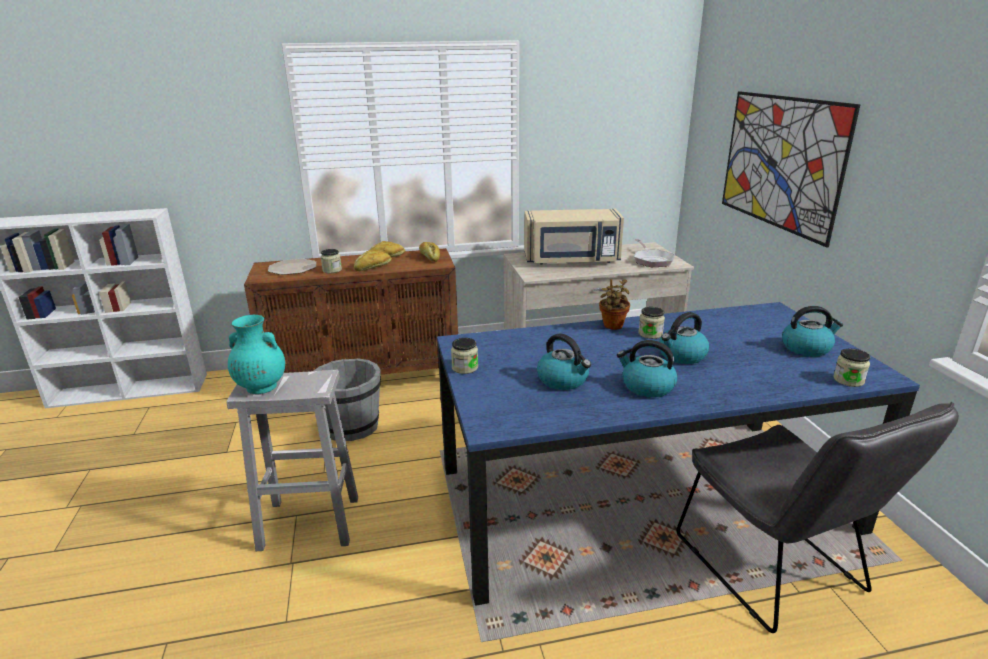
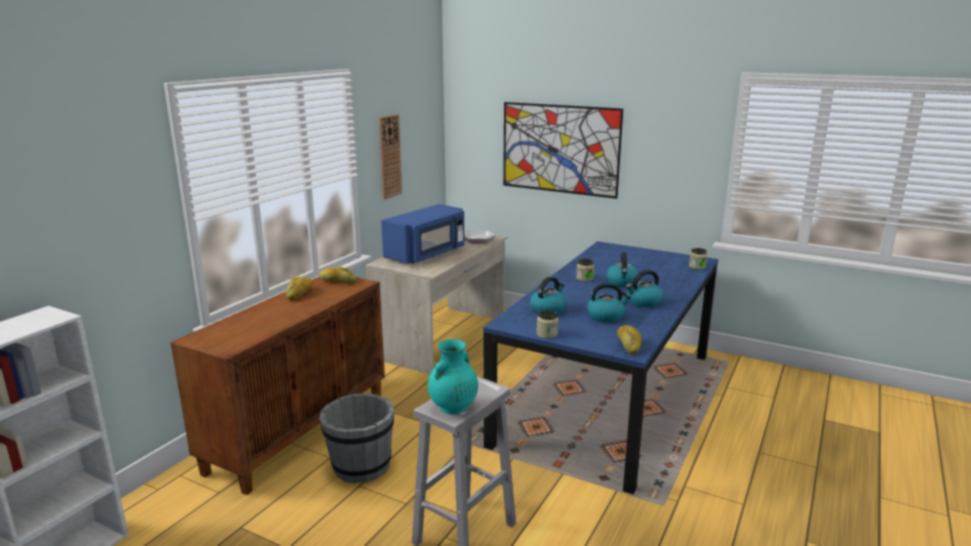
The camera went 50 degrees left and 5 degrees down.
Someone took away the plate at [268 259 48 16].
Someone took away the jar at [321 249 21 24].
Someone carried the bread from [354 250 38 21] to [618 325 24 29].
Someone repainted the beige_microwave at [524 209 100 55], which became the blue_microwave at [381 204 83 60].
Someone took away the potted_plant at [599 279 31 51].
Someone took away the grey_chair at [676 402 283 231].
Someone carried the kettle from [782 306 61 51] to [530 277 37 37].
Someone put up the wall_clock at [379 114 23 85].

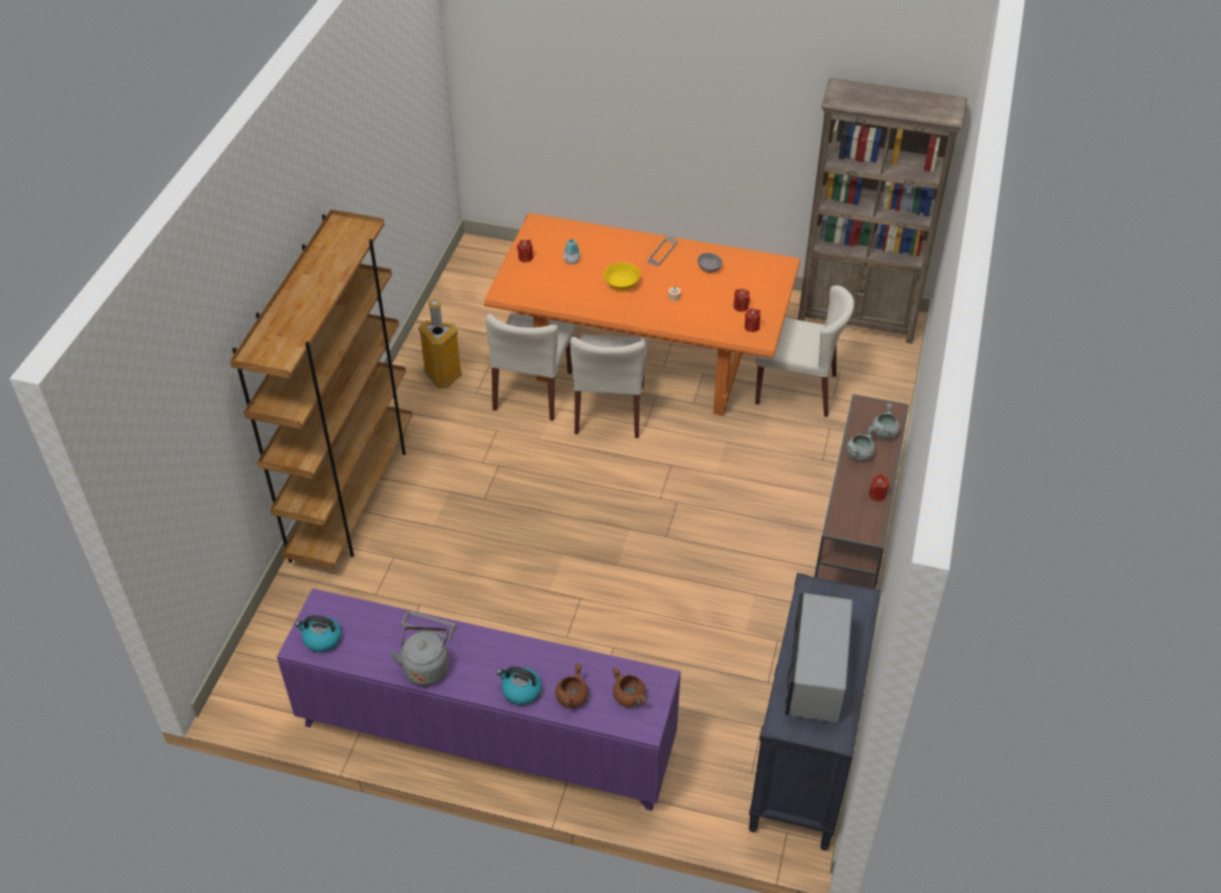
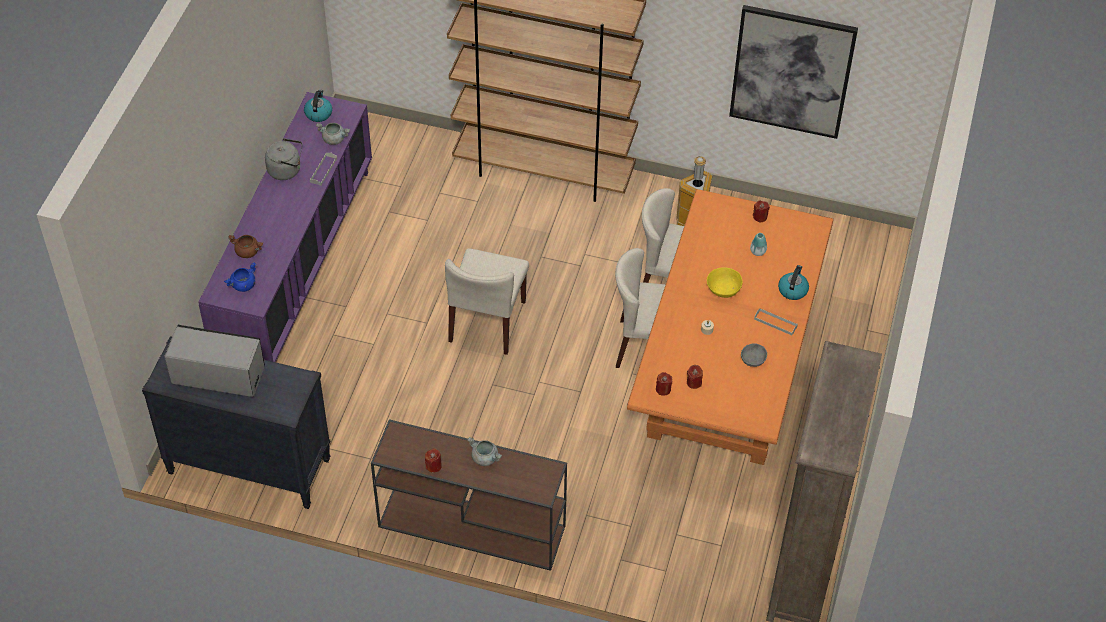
The camera went 90 degrees right and 5 degrees up.
Someone carried the kettle from [496 666 46 39] to [778 265 31 35].
Someone repainted the brown_cooking_pot at [612 667 35 40], which became the blue_cooking_pot at [224 262 32 30].
Someone carried the beige_chair from [755 285 99 132] to [445 248 84 107].
Someone carried the grey_cooking_pot from [871 403 29 36] to [316 123 34 22].
Someone put up the picture at [729 5 129 134].

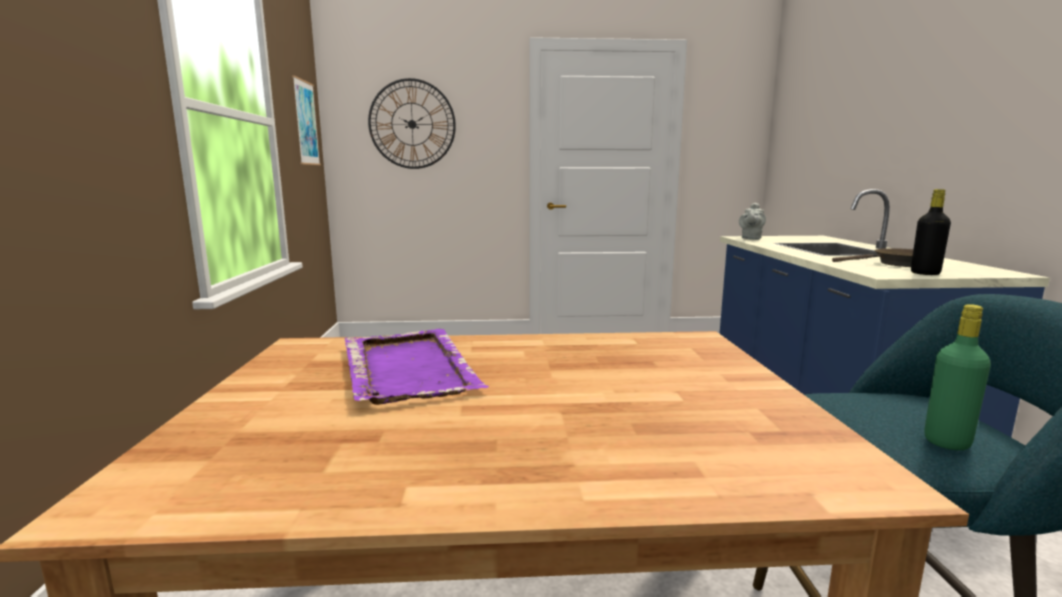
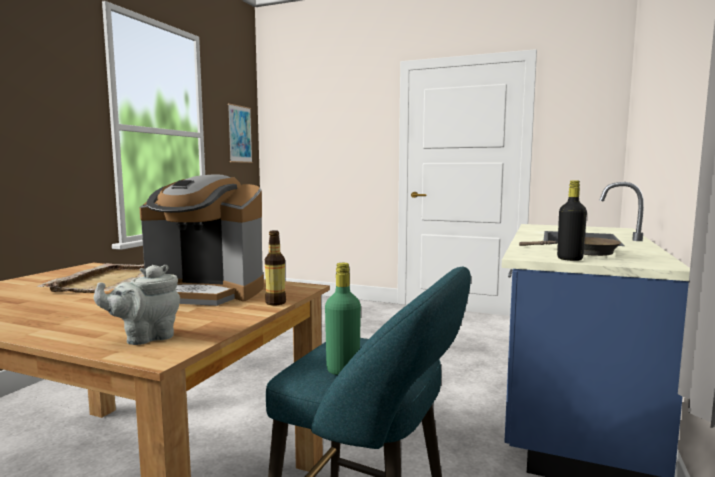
The camera went 25 degrees right and 5 degrees down.
Someone repainted the purple_tray at [345 329 144 76], which became the beige_tray at [36 263 108 30].
Someone took away the wall_clock at [368 78 88 91].
Someone carried the grey_teapot from [739 203 27 37] to [94 265 86 80].
Someone put down the coffee_machine at [140 175 124 131].
Someone put down the bottle at [265 230 21 76].

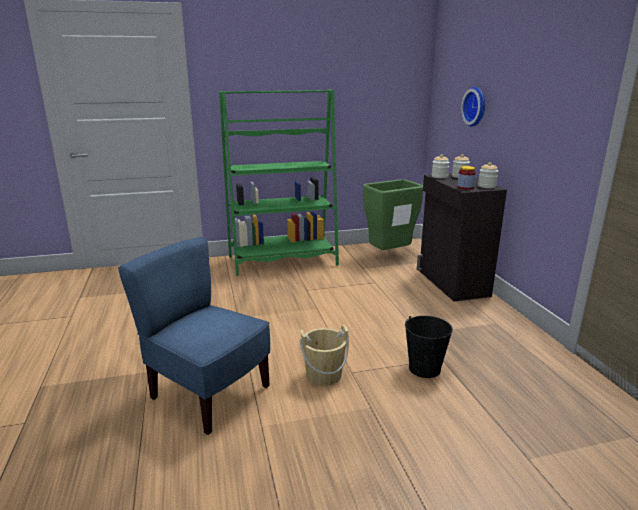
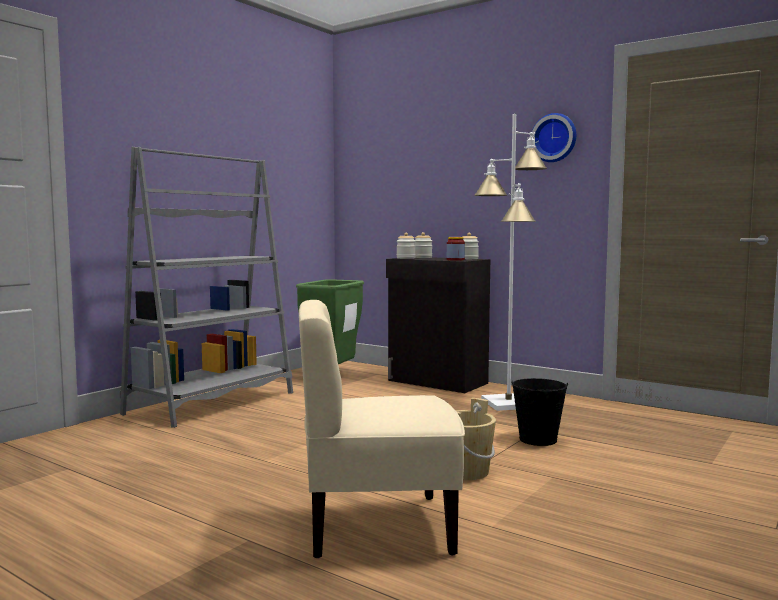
The camera went 40 degrees left and 15 degrees down.
Someone repainted the blue_chair at [118 237 152 198], which became the beige_chair at [299 300 166 258].
Someone repainted the green_bookcase at [219 90 120 185], which became the grey_bookcase at [120 147 173 281].
Someone carried the wall_clock from [461 87 24 40] to [532 113 44 49].
Someone put down the white_floor_lamp at [474 114 73 297].

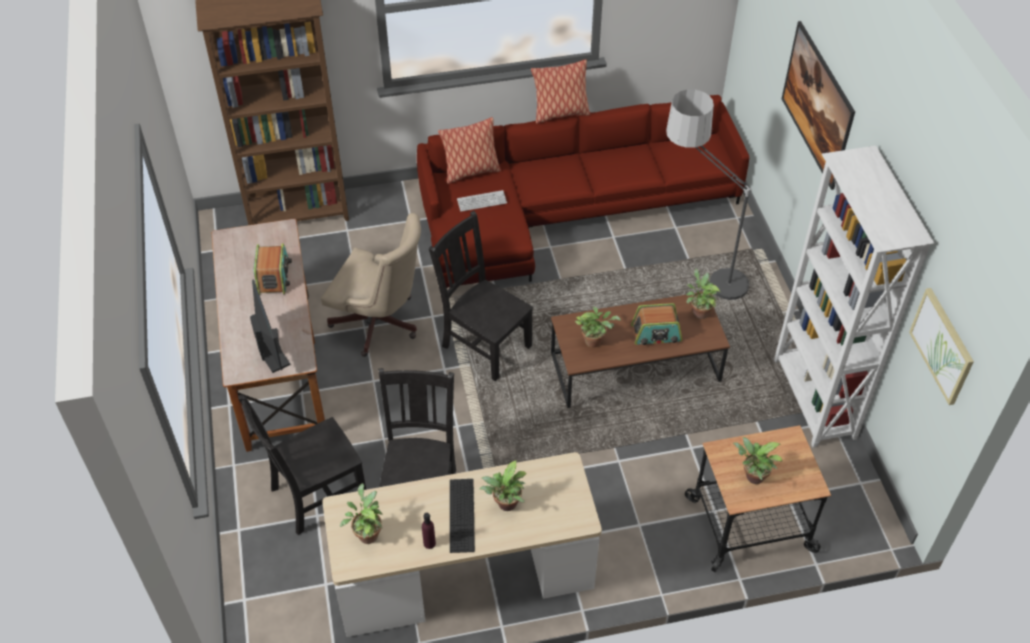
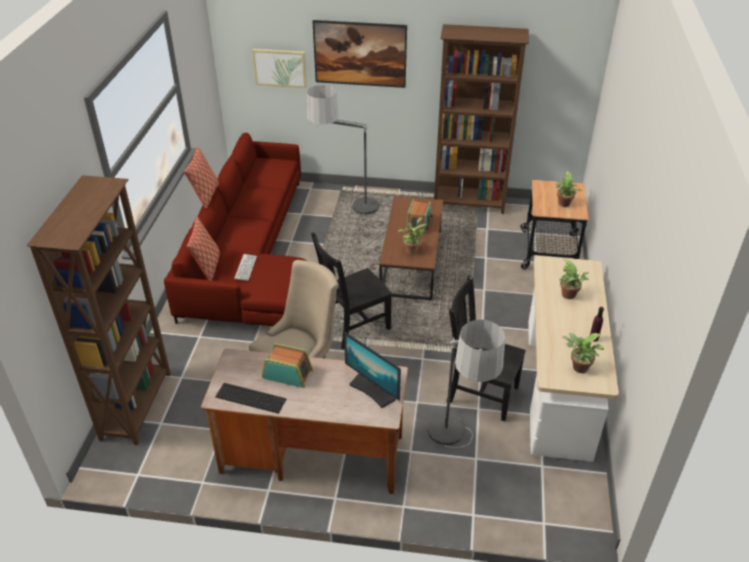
The camera went 70 degrees left and 10 degrees down.
Someone swapped the black_chair at [238 395 128 140] for the floor_lamp at [427 320 78 128].
Someone rotated the monitor at [250 279 40 94] by 135 degrees counterclockwise.
Someone carried the keyboard from [450 479 25 74] to [215 383 71 31].
Someone took away the potted_plant at [686 269 35 50].
Someone repainted the white_bookcase at [774 146 161 302], which became the brown_bookcase at [434 24 95 190].
Someone carried the picture from [909 288 65 117] to [252 49 55 39].

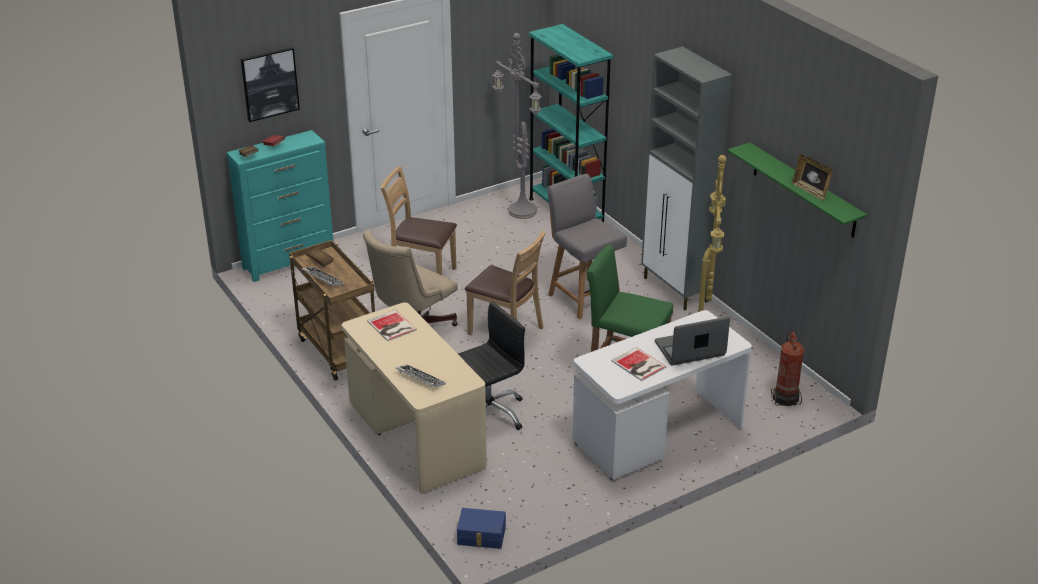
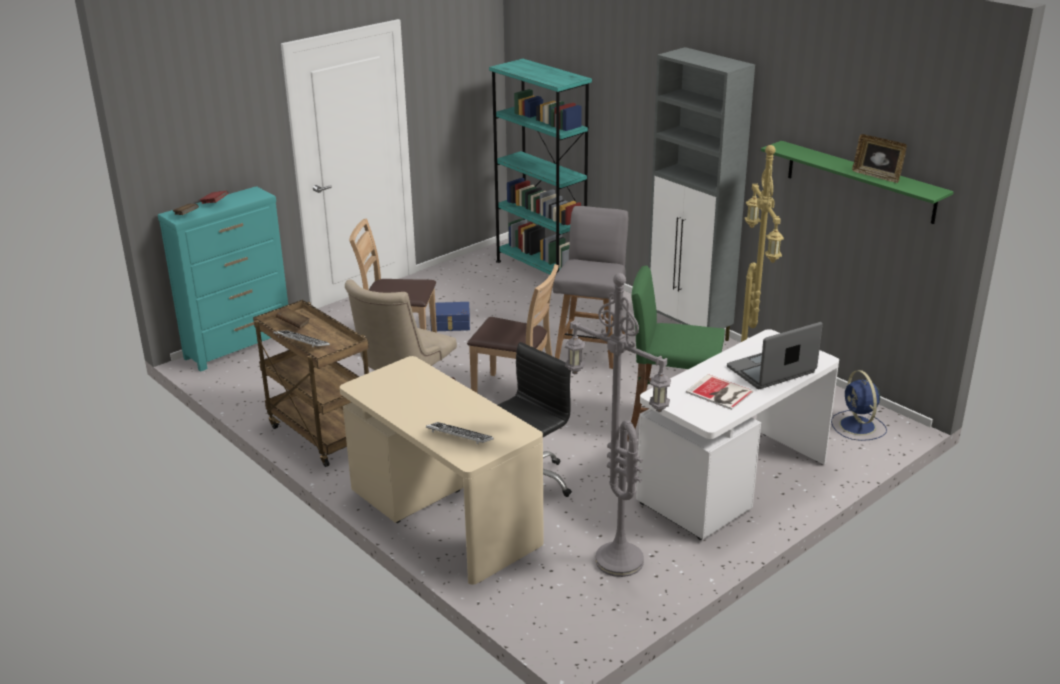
The camera went 10 degrees left and 5 degrees down.
Someone took away the picture at [241 47 59 75].
Someone took away the book at [367 310 50 31].
Someone carried the blue_storage_box from [457 508 49 41] to [430 302 40 29].
Someone carried the grey_floor_lamp from [492 33 50 186] to [565 273 106 304].
Someone rotated the grey_chair at [547 174 80 146] by 60 degrees clockwise.
Someone swapped the fire_extinguisher at [771 332 33 74] for the blue_fan at [831 370 56 71].

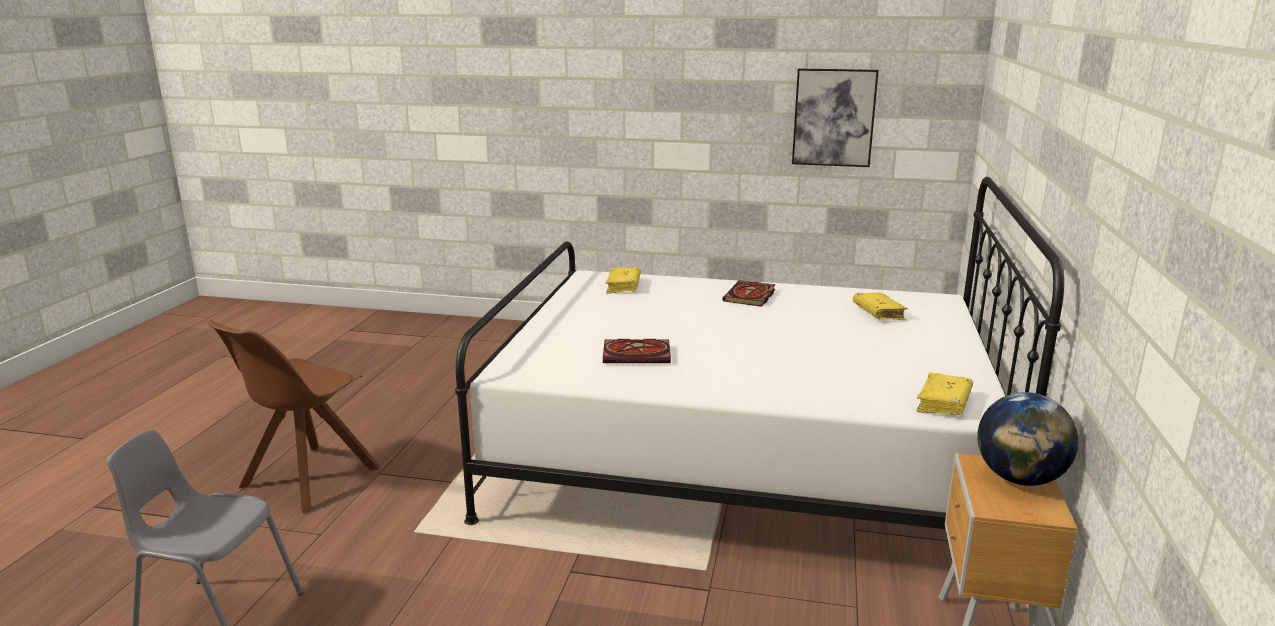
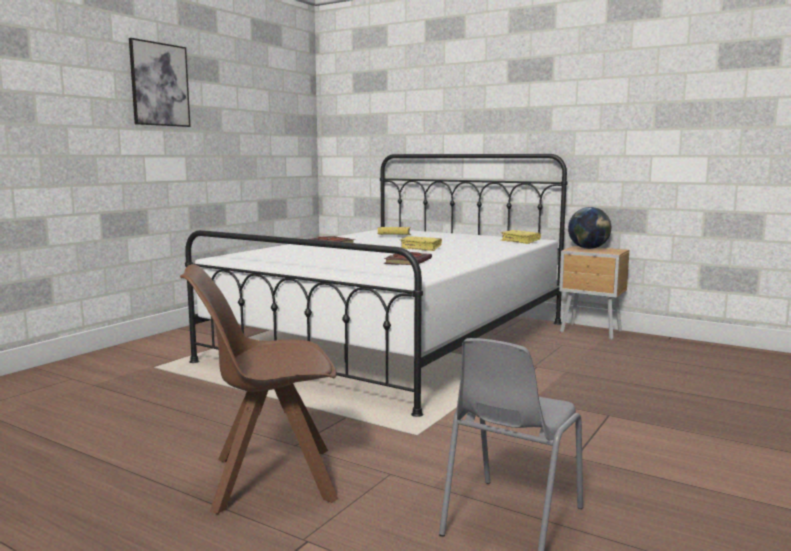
The camera went 70 degrees left and 10 degrees down.
Someone rotated the brown_chair at [208 320 172 193] by 120 degrees clockwise.
Someone carried the yellow_book from [605 268 36 26] to [400 236 42 15].
Someone carried the picture from [792 69 87 98] to [129 38 62 89].

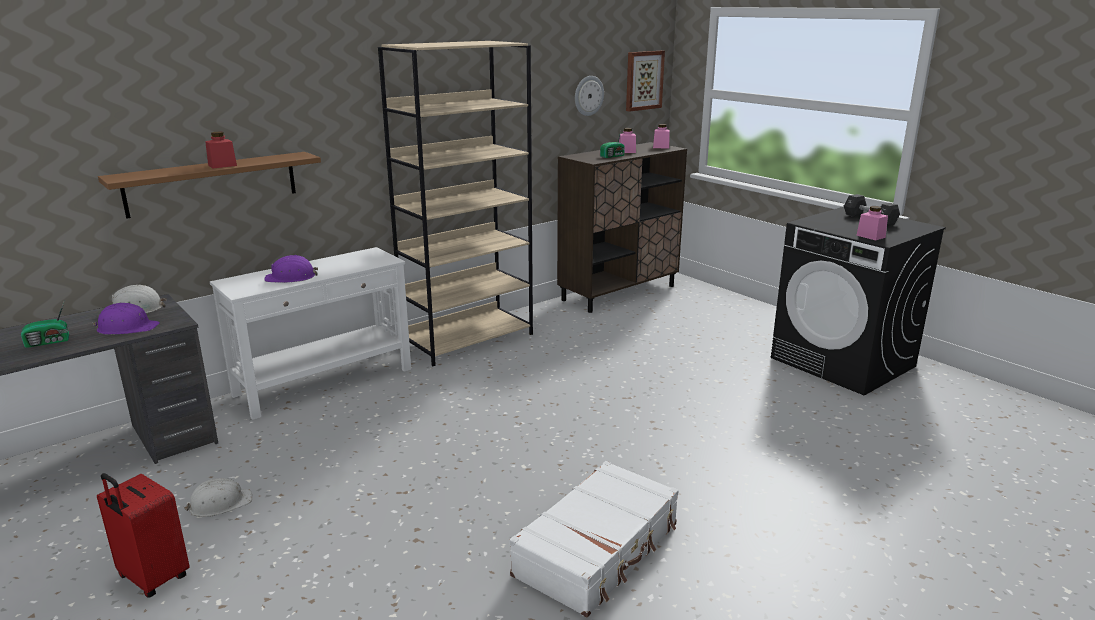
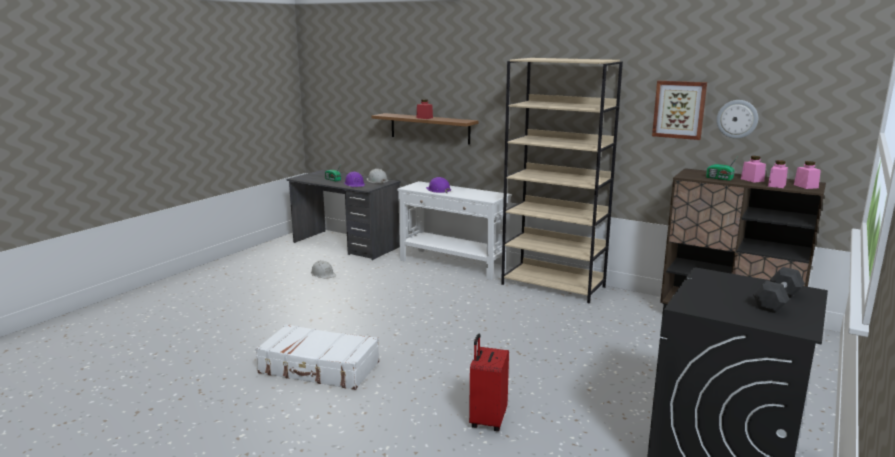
The camera went 70 degrees right and 5 degrees down.
Someone carried the red_suitcase from [97 473 93 125] to [469 334 40 97].
Someone carried the picture from [626 51 39 61] to [652 81 55 59].
Someone carried the pink_jar from [856 206 32 34] to [768 160 20 28].

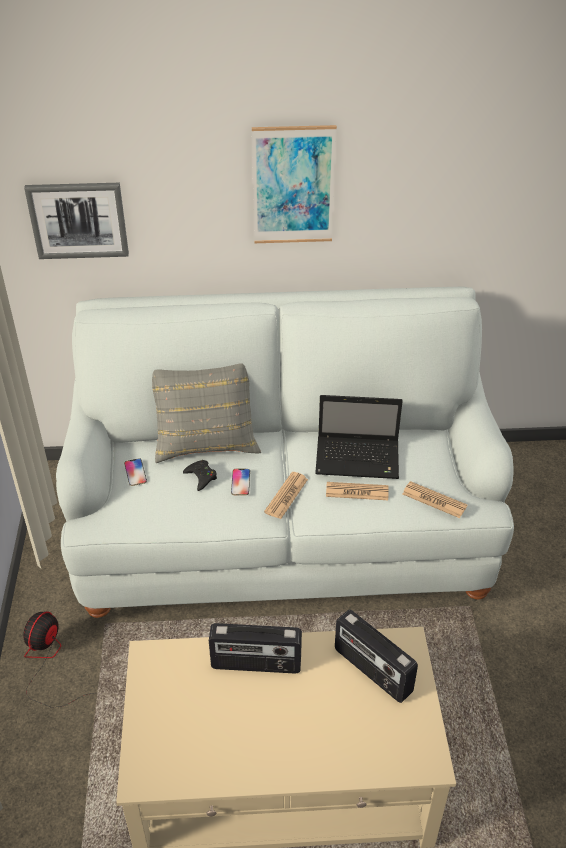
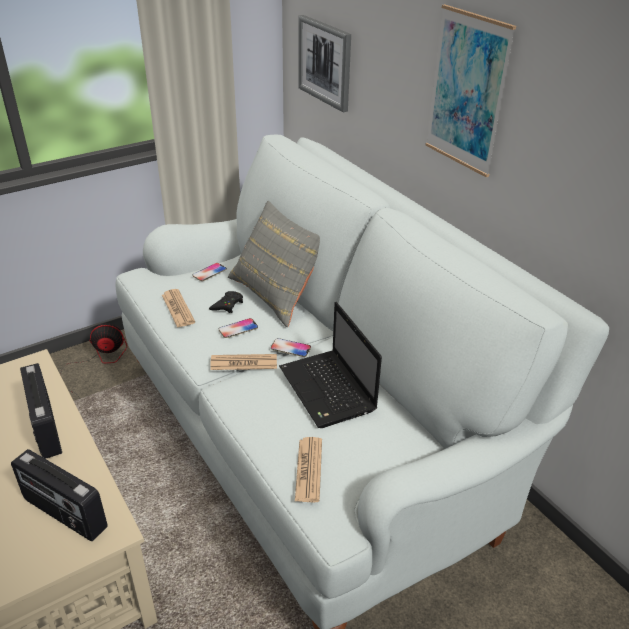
The camera went 60 degrees right and 5 degrees down.
Someone carried the newspaper from [326 482 63 18] to [162 289 33 39].
Someone rotated the radio at [335 610 83 93] by 75 degrees counterclockwise.
Someone put down the phone at [271 338 40 19].

